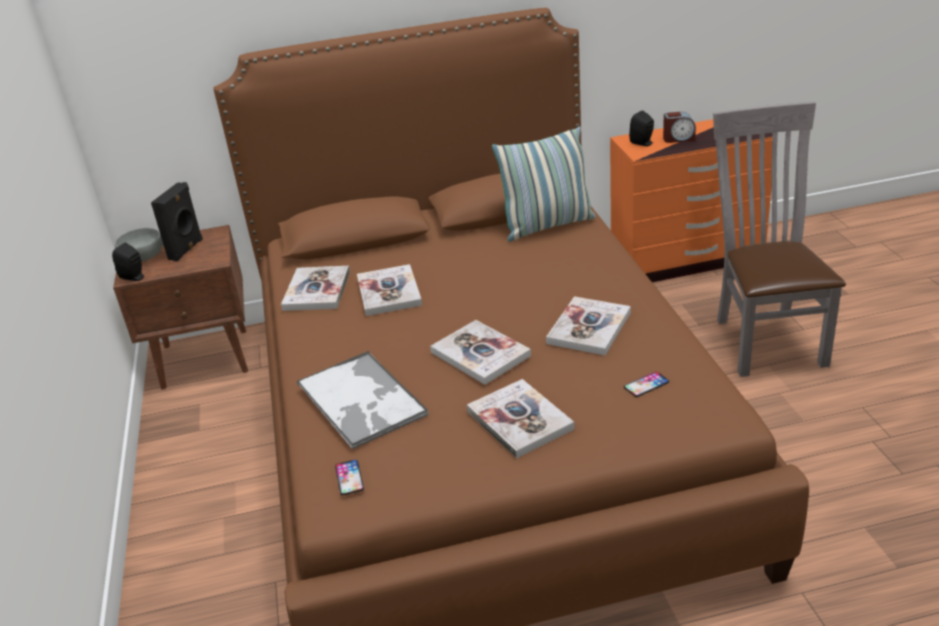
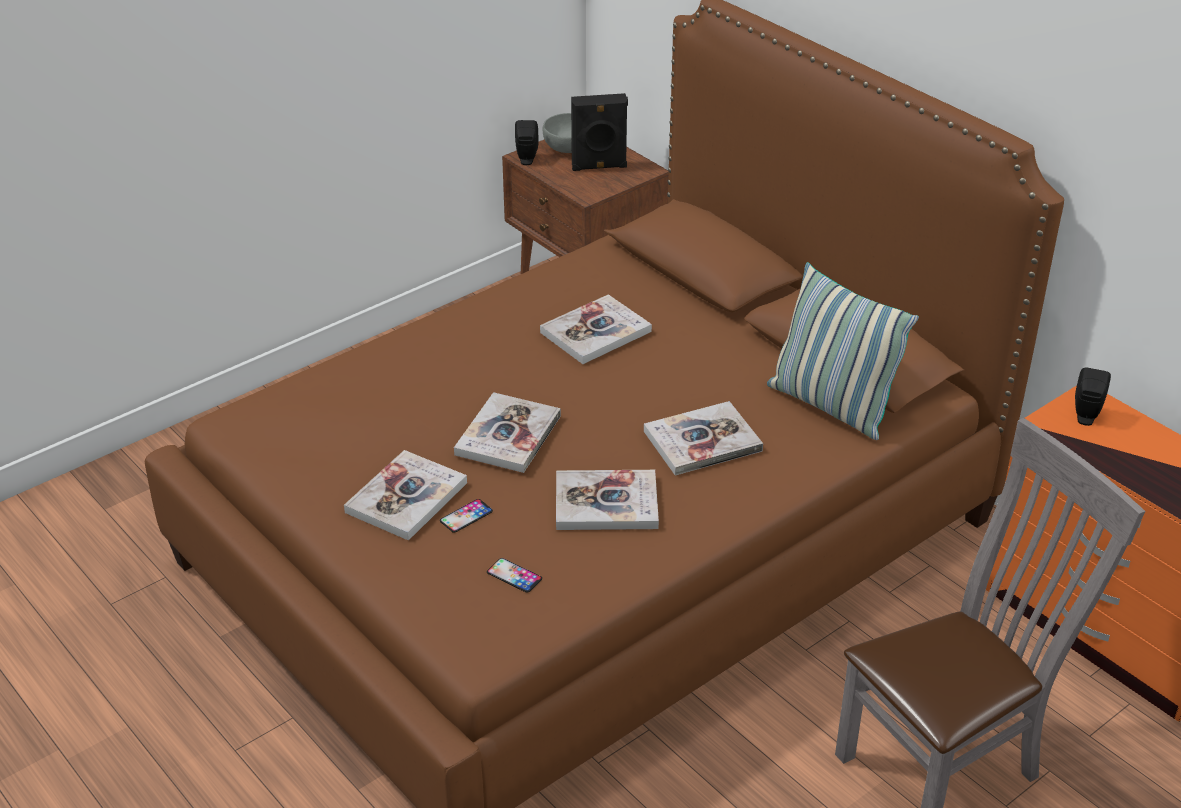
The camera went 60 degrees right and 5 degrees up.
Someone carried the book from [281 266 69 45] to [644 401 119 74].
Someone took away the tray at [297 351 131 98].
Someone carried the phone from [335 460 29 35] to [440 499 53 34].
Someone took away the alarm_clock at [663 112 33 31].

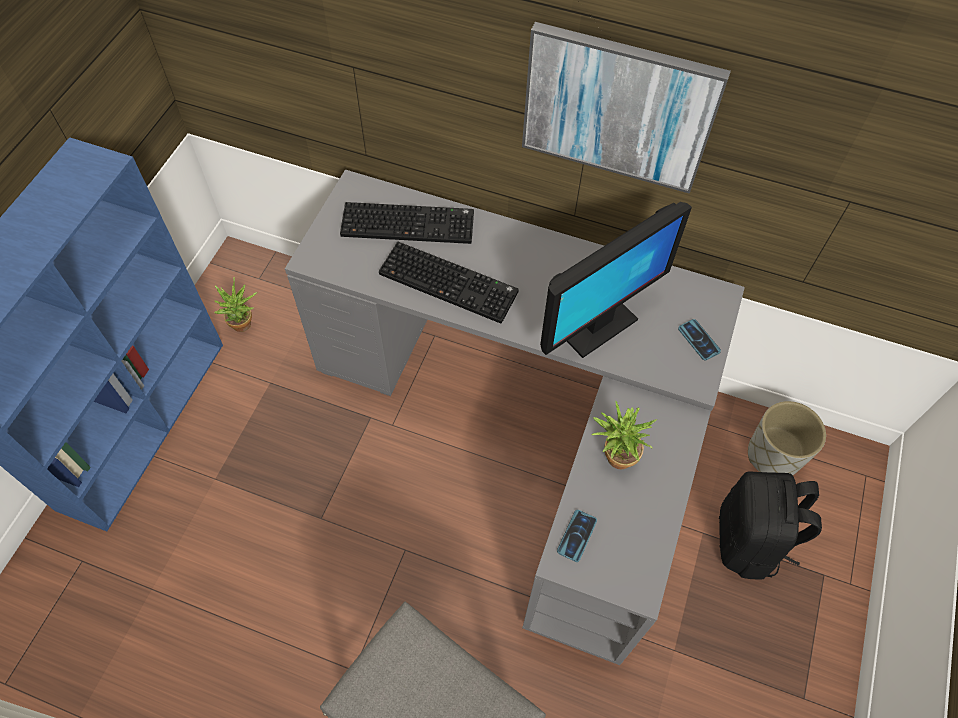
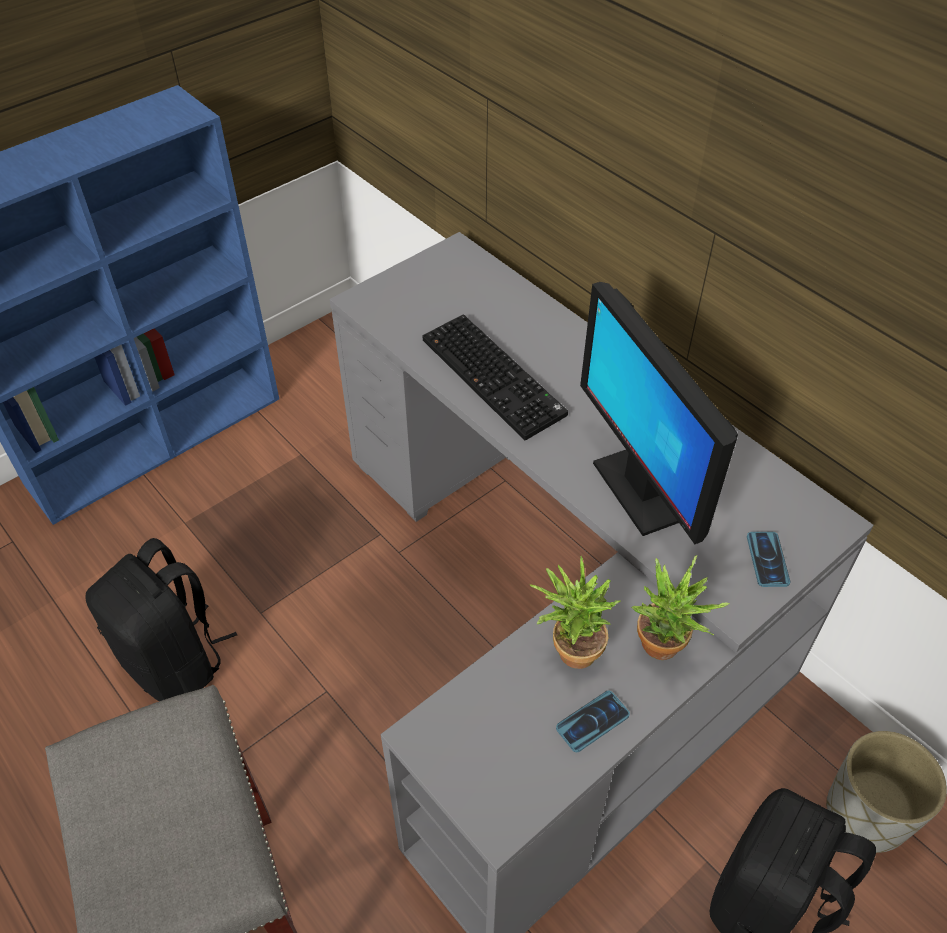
The camera went 30 degrees right and 10 degrees down.
Someone carried the potted_plant from [214 277 43 55] to [631 556 99 104].
Someone took away the keyboard at [340 202 134 42].
Someone took away the picture at [522 22 209 172].
Someone rotated the monitor at [540 202 152 156] by 75 degrees clockwise.
Someone carried the phone from [557 510 40 52] to [556 690 74 62].
Someone put down the black_backpack at [85 538 152 163].

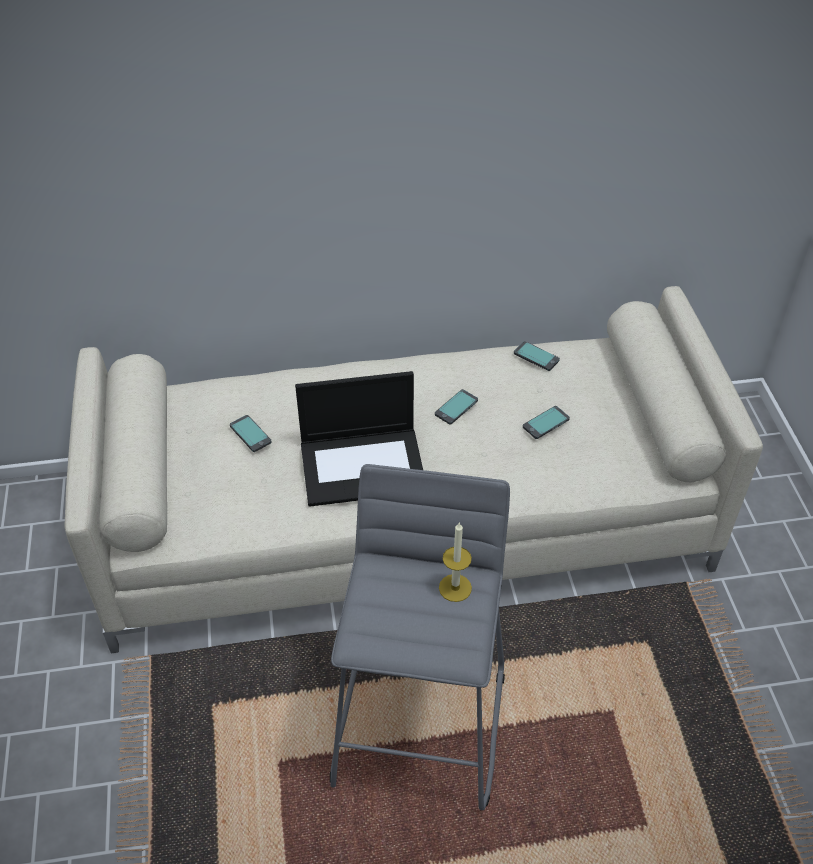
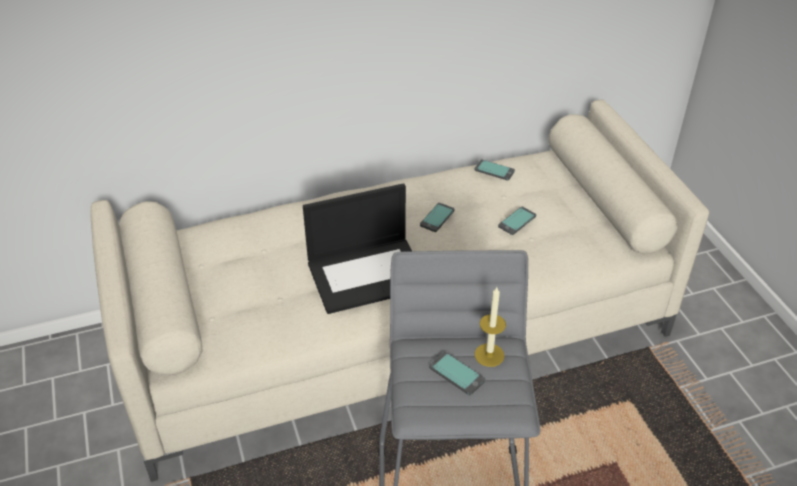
The camera went 10 degrees left and 5 degrees down.
Someone carried the phone from [230 415 42 37] to [429 352 56 43].

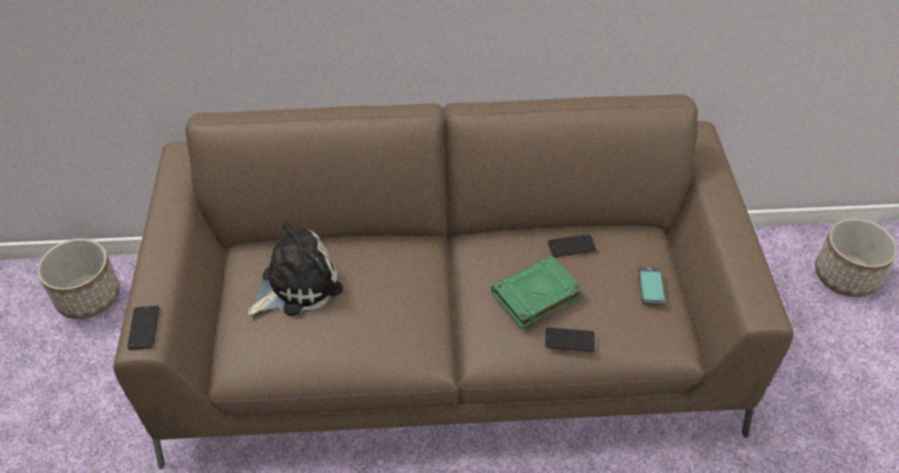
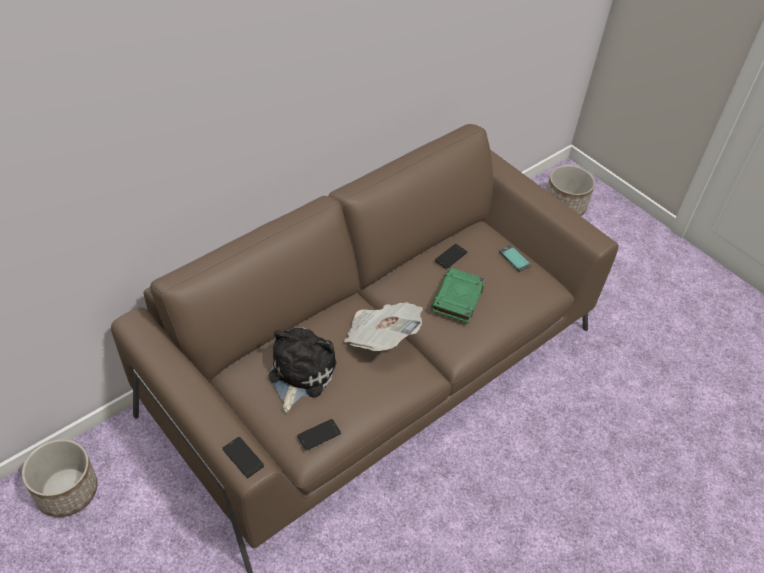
The camera went 40 degrees left and 0 degrees up.
Someone carried the phone from [545 328 50 24] to [297 419 44 31].
Someone put down the newspaper at [344 302 79 49].

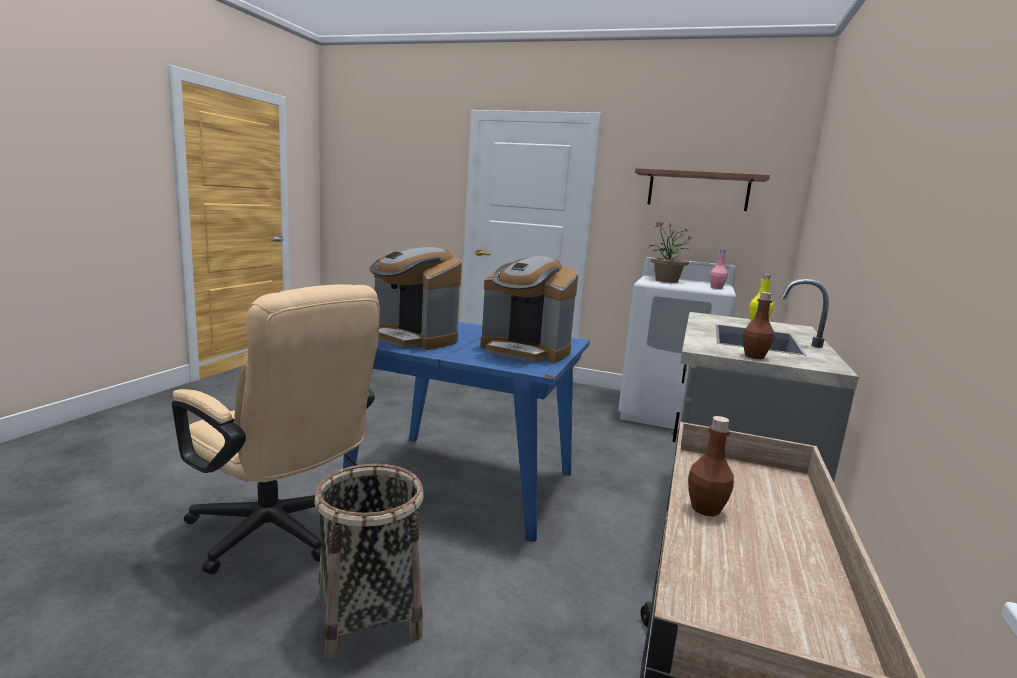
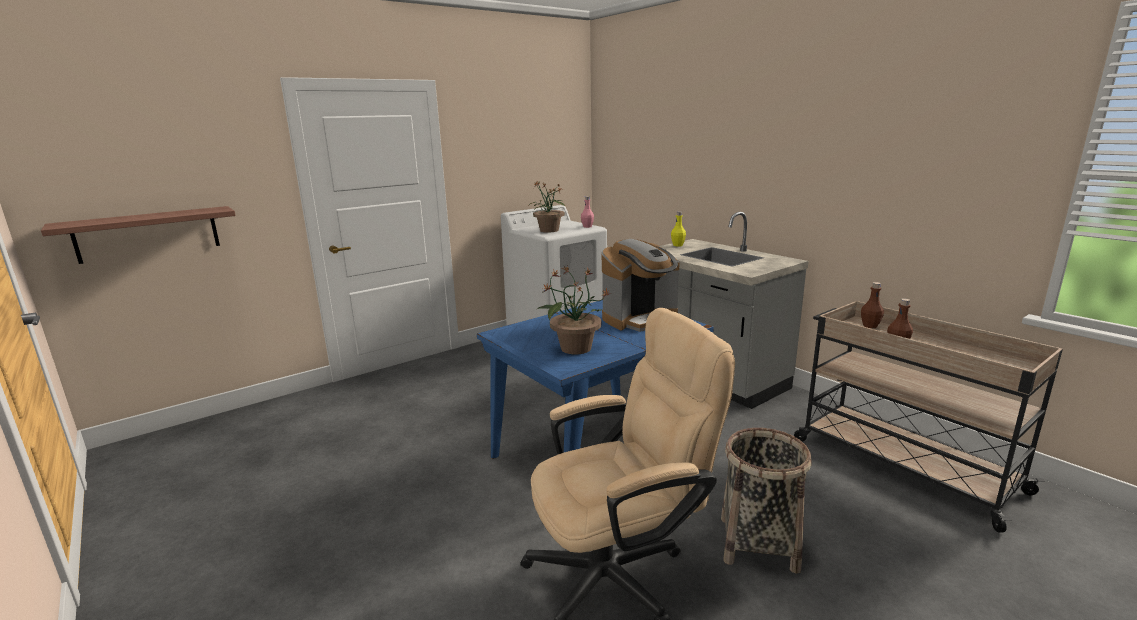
The camera went 55 degrees left and 5 degrees up.
Someone swapped the coffee_machine at [370 247 92 103] for the potted_plant at [537 266 75 88].
Someone carried the shelf from [635 168 135 43] to [41 206 195 58].
Someone carried the brown_bottle from [743 292 31 67] to [861 282 23 46].

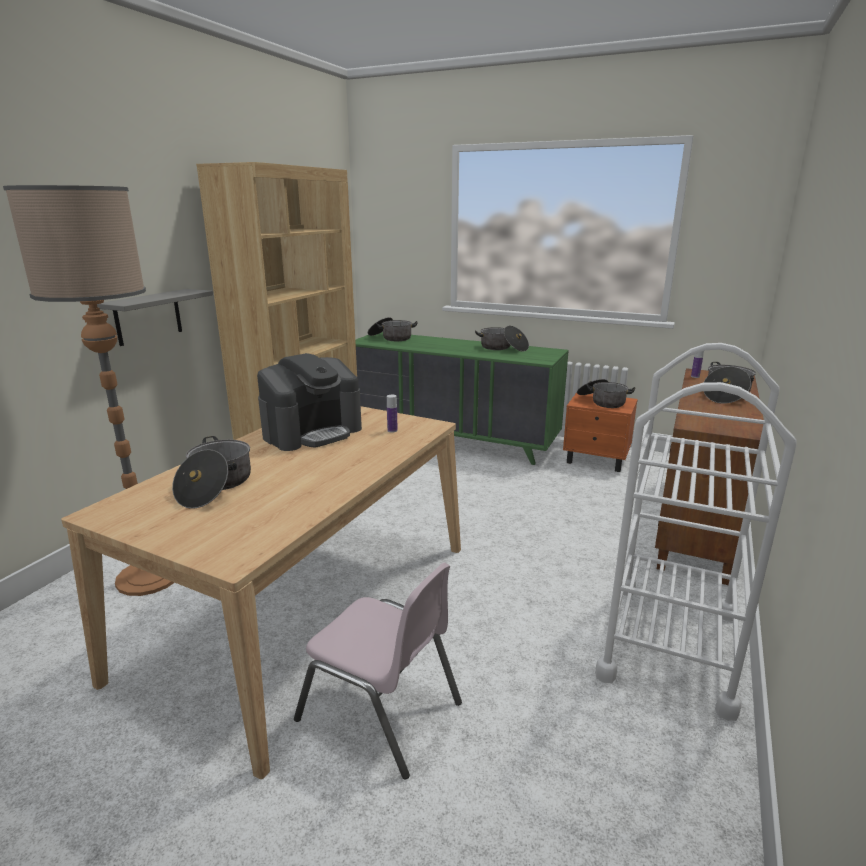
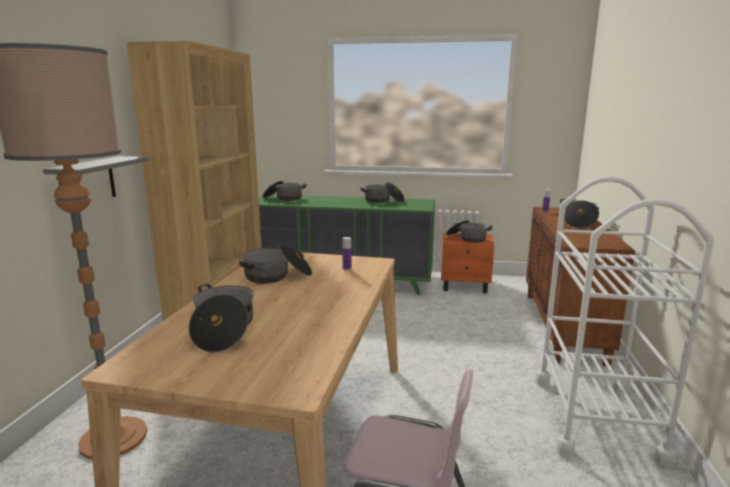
The camera went 15 degrees left and 5 degrees down.
Someone swapped the coffee_machine at [257 353 105 98] for the cooking_pot at [239 244 73 40].

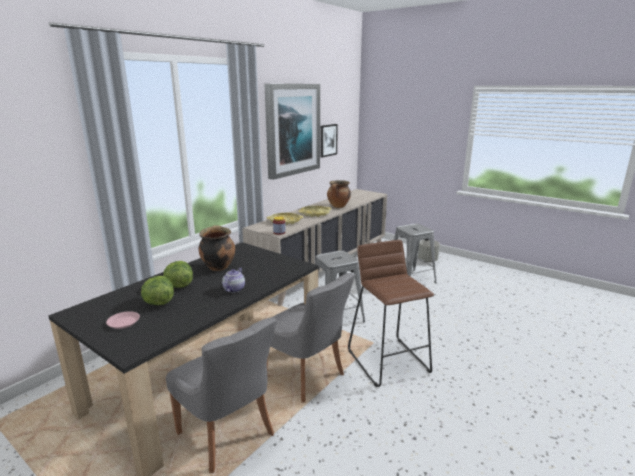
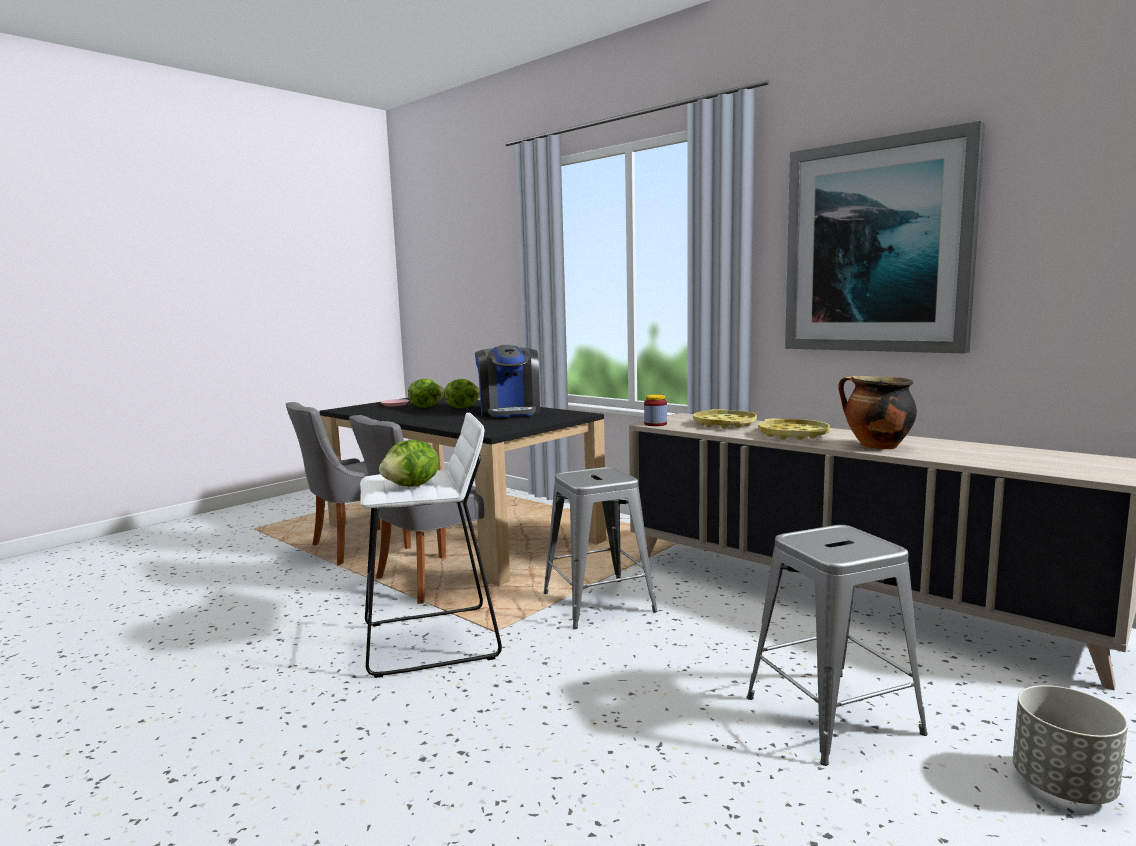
The camera went 95 degrees right and 10 degrees down.
Someone swapped the cooking_pot at [199 225 36 46] for the coffee_machine at [475 345 65 72].
Someone took away the teapot at [222 268 23 25].
Someone took away the picture at [320 124 18 34].
Someone repainted the brown_stool at [348 240 86 147], which became the white_stool at [360 412 142 266].
Someone put down the lettuce at [379 440 60 46].

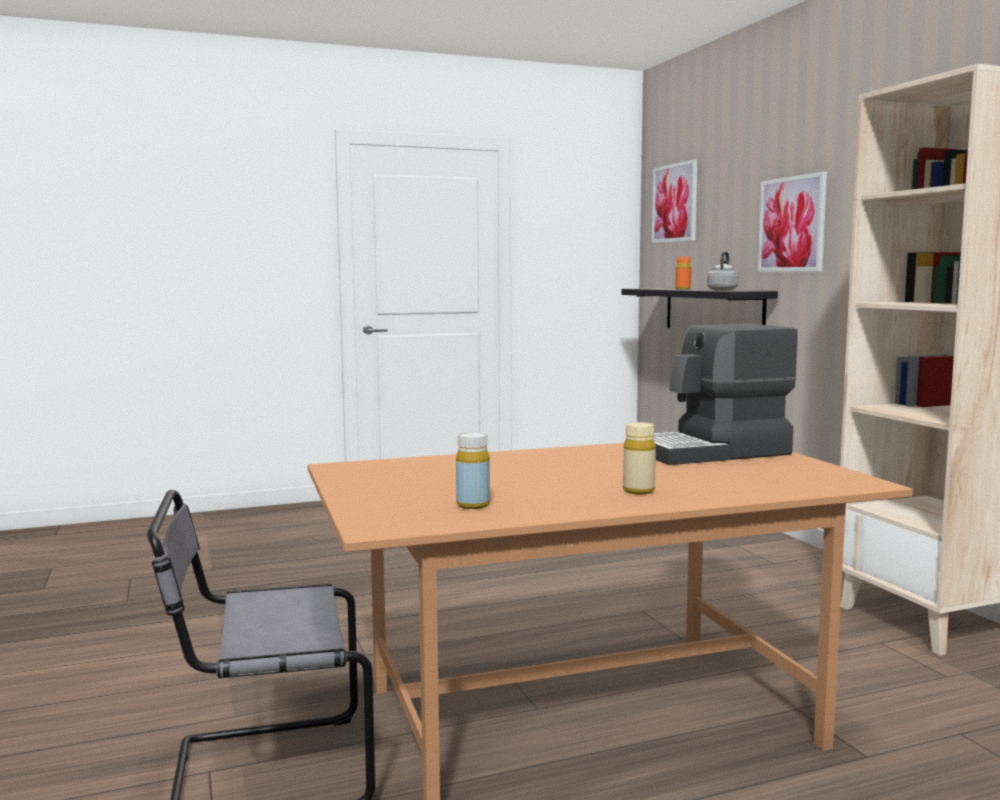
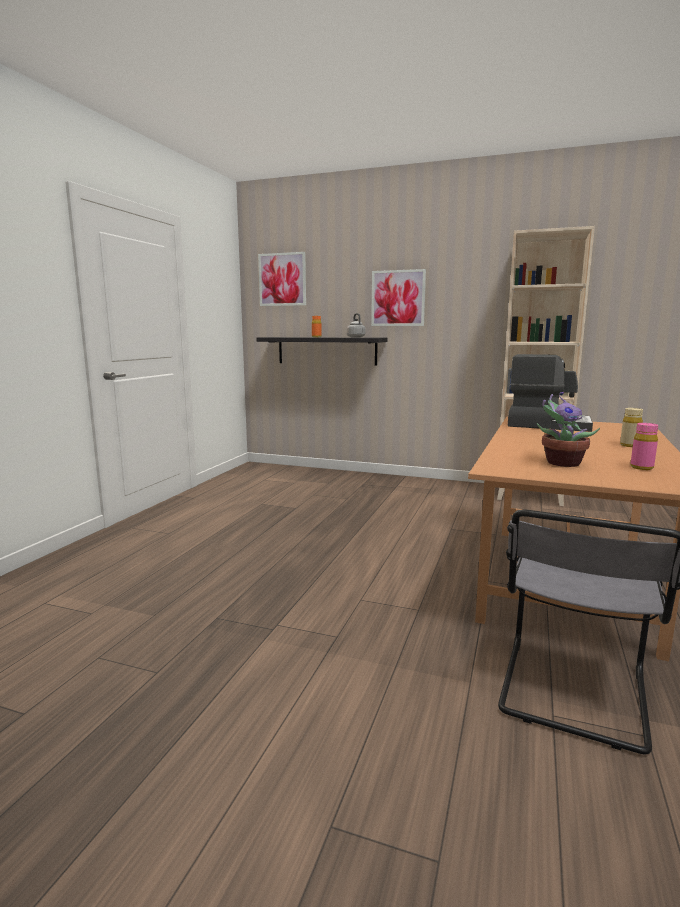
The camera went 50 degrees left and 5 degrees up.
Someone repainted the yellow_bottle at [456 432 34 77], which became the pink_bottle at [631 423 27 47].
Someone rotated the coffee_machine at [654 324 144 141] by 90 degrees counterclockwise.
Someone put down the potted_plant at [537 392 63 75].

